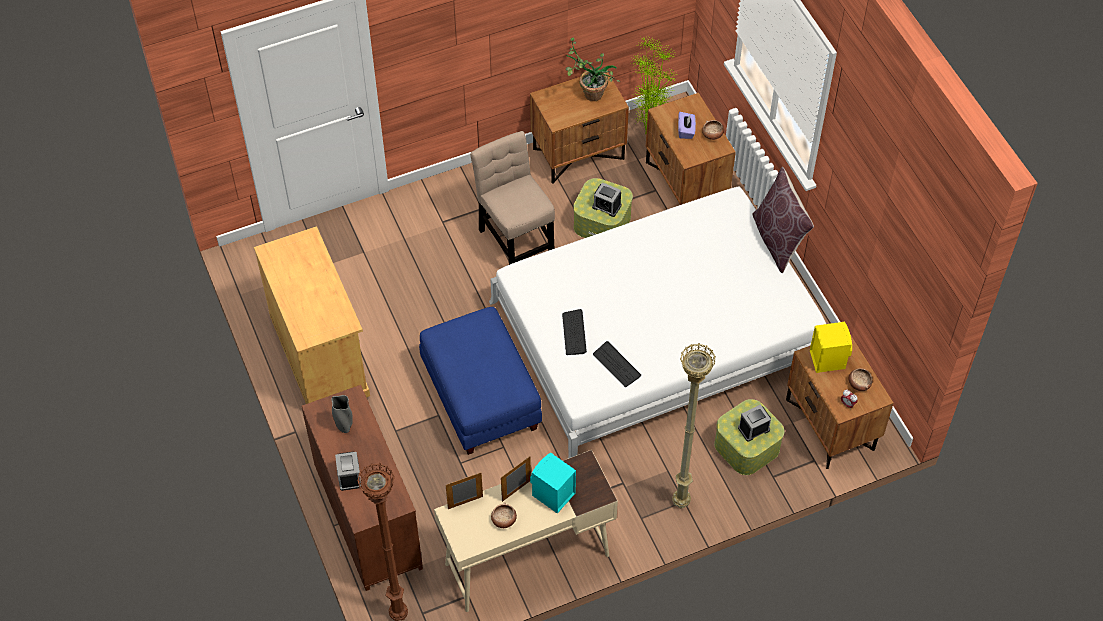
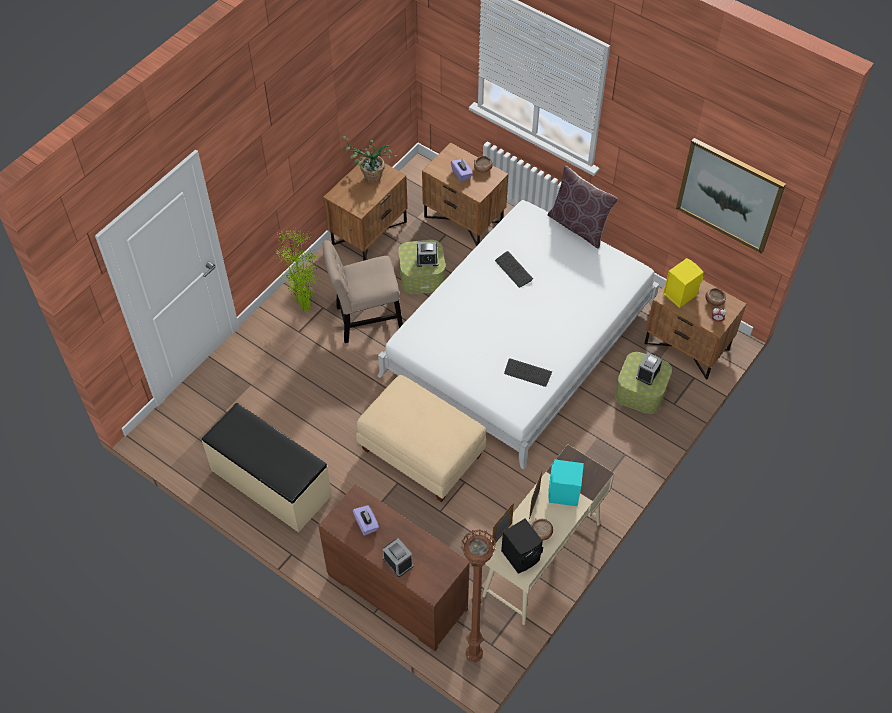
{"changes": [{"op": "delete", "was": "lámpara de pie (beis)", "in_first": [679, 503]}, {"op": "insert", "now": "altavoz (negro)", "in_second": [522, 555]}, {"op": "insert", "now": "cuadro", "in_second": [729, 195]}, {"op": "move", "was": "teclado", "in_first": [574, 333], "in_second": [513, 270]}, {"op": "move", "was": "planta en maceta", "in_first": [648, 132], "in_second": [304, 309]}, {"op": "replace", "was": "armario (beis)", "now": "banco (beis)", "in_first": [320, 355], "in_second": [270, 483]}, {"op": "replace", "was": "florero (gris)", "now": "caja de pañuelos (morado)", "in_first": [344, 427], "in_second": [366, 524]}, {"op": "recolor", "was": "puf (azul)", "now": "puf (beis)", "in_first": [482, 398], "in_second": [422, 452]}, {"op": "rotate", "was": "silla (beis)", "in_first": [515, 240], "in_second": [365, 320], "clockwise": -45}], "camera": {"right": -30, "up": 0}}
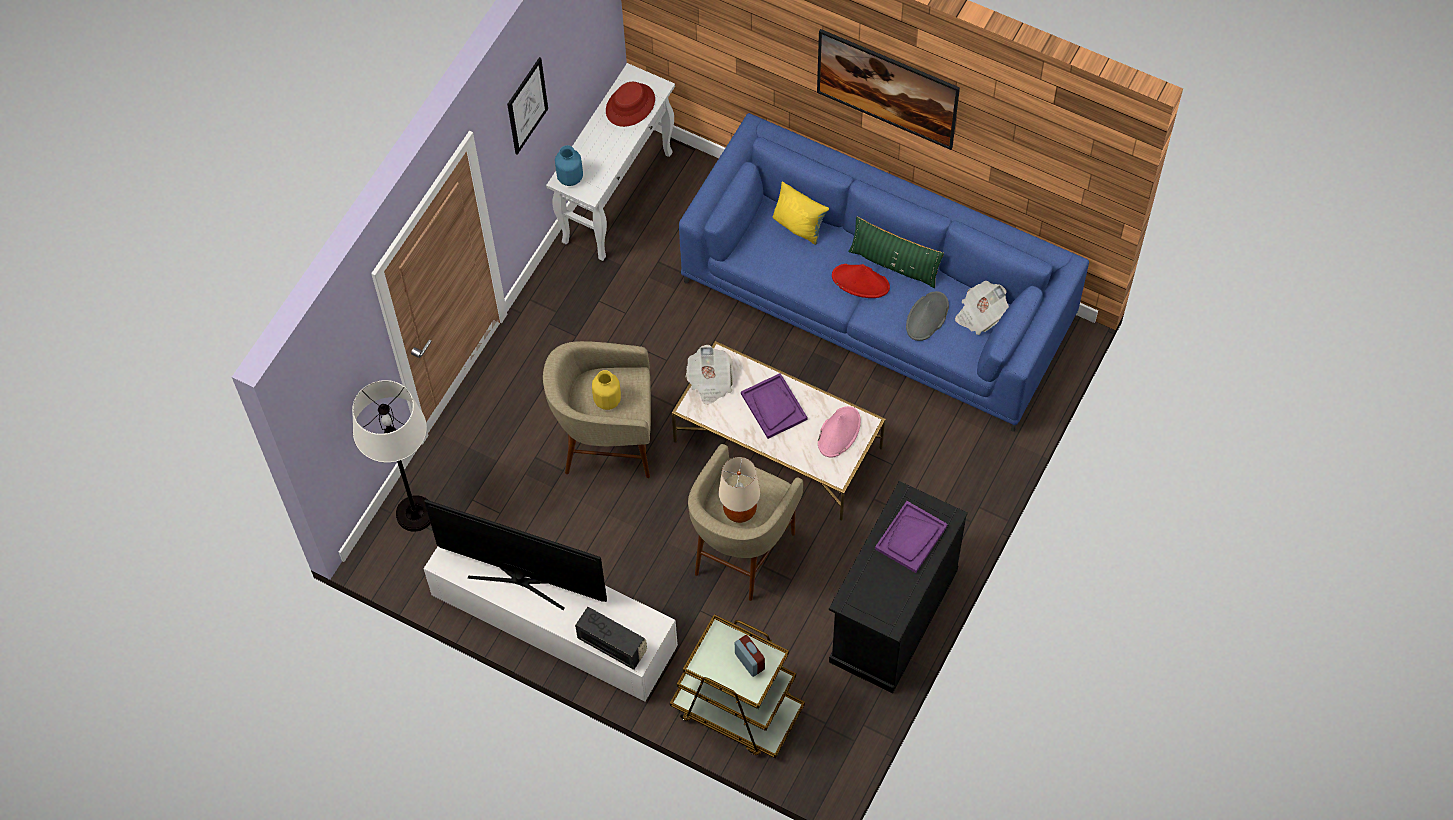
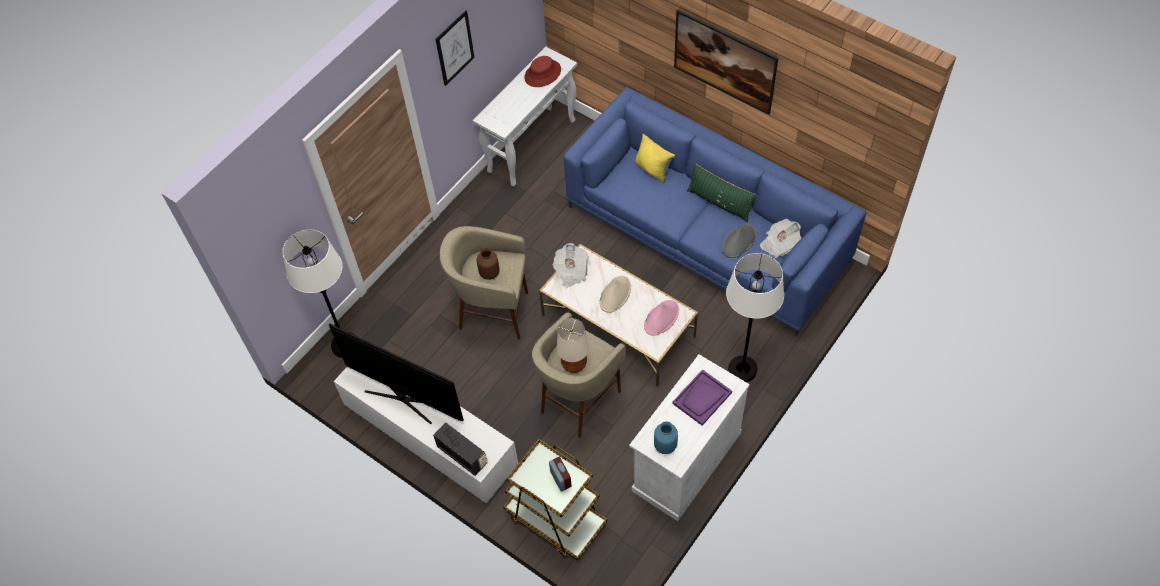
{"changes": [{"op": "delete", "was": "sombrero (rojo)", "in_first": [861, 282]}, {"op": "insert", "now": "lámpara de pie (blanco)", "in_second": [742, 369]}, {"op": "move", "was": "florero (azul)", "in_first": [569, 177], "in_second": [665, 445]}, {"op": "replace", "was": "bandeja (morado)", "now": "sombrero (beis)", "in_first": [773, 407], "in_second": [615, 294]}, {"op": "recolor", "was": "florero (amarillo)", "now": "florero (marrón)", "in_first": [608, 400], "in_second": [489, 273]}, {"op": "recolor", "was": "armario (negro)", "now": "armario (blanco)", "in_first": [893, 615], "in_second": [686, 462]}], "camera": {"right": 10, "up": -5}}
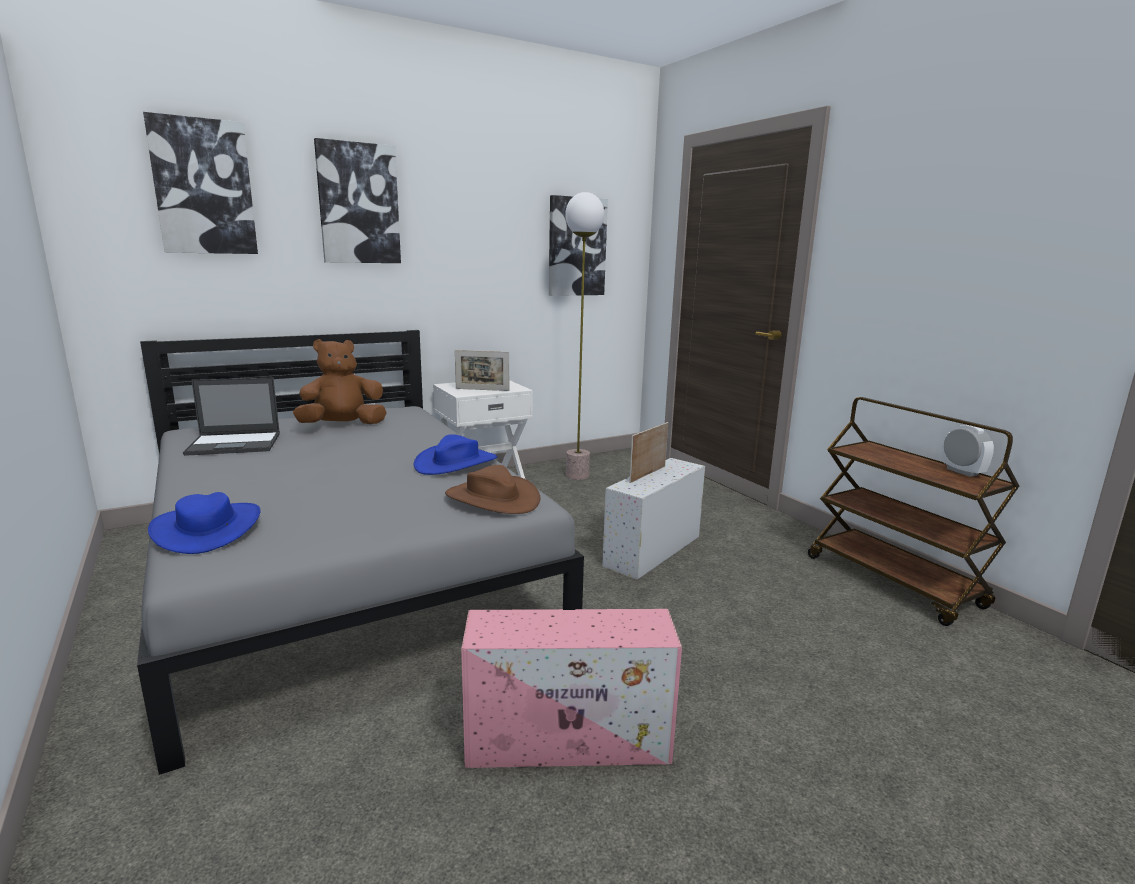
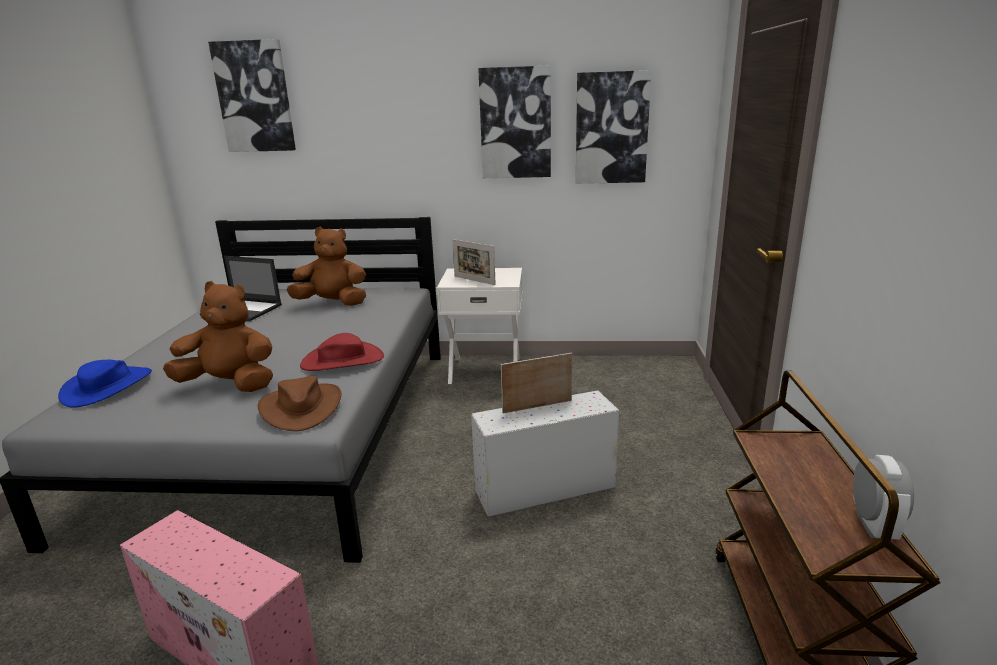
{"changes": [{"op": "delete", "was": "lámpara de pie", "in_first": [577, 476]}, {"op": "insert", "now": "peluche (marrón)", "in_second": [230, 385]}, {"op": "move", "was": "cuadro", "in_first": [358, 204], "in_second": [515, 123]}, {"op": "recolor", "was": "sombrero (azul)", "now": "sombrero (rojo)", "in_first": [456, 463], "in_second": [342, 360]}], "camera": {"right": 35, "up": 5}}
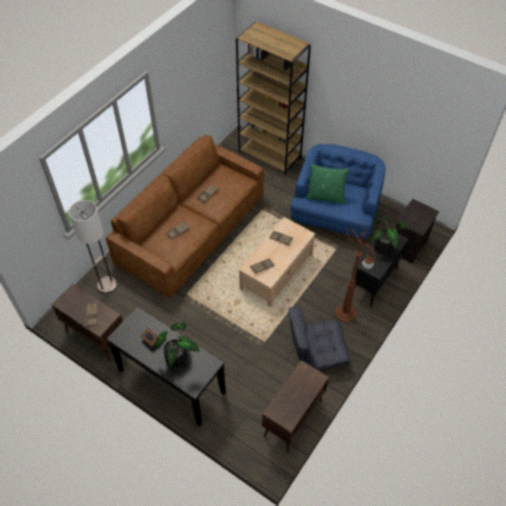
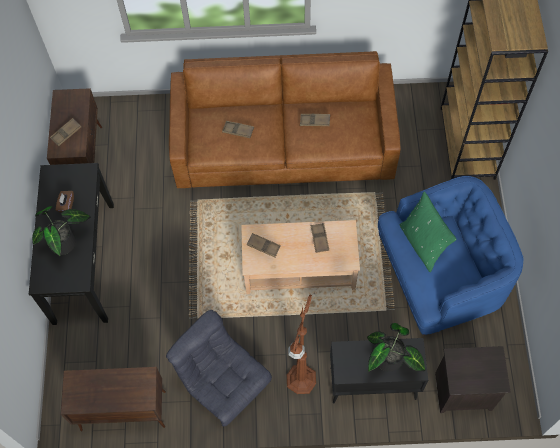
{"changes": [{"op": "delete", "was": "lámpara de pie", "in_first": [107, 285]}], "camera": {"right": 55, "up": 10}}
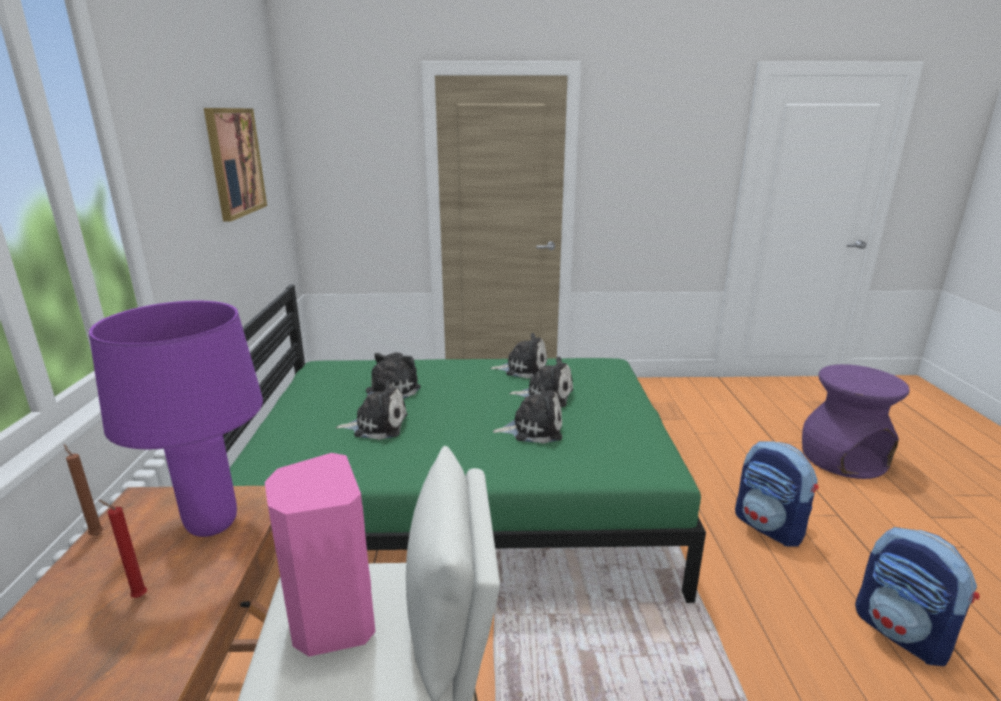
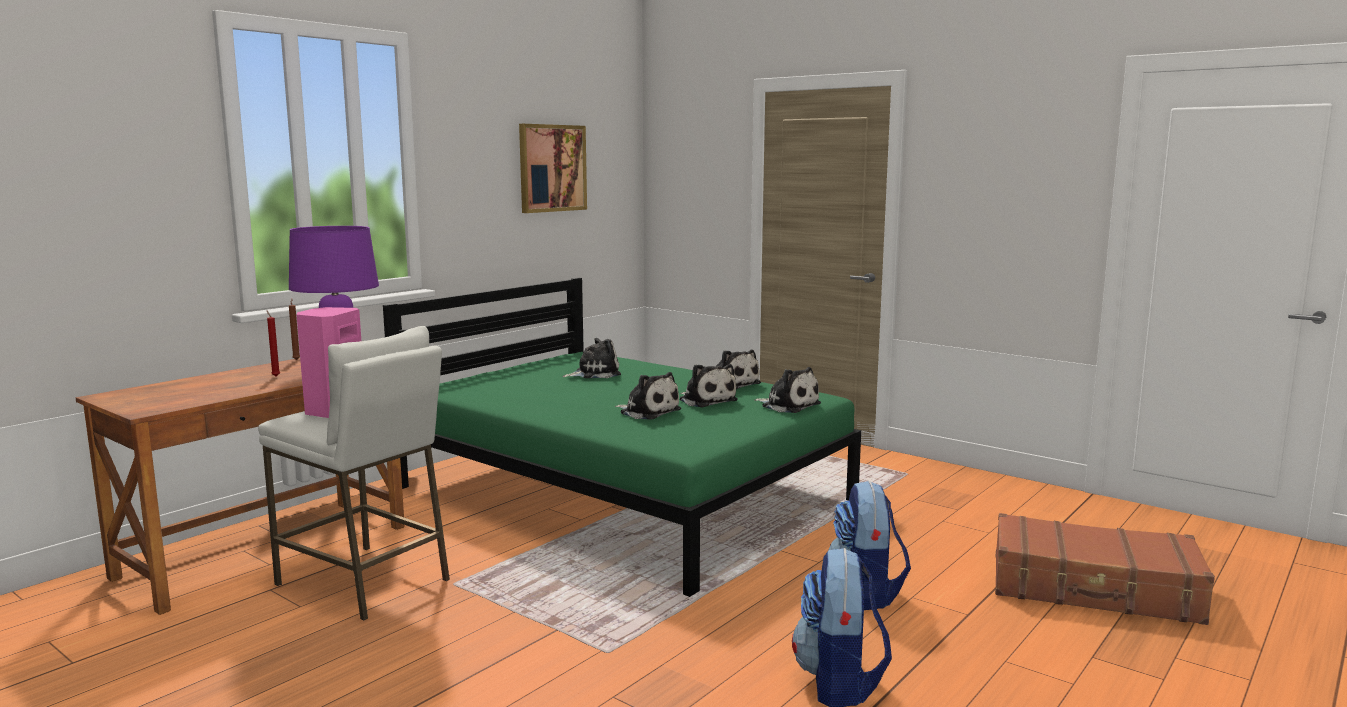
{"changes": [{"op": "move", "was": "peluche", "in_first": [377, 425], "in_second": [788, 405]}, {"op": "replace", "was": "taburete (morado)", "now": "maleta (marrón)", "in_first": [842, 458], "in_second": [1094, 589]}], "camera": {"right": 40, "up": -10}}
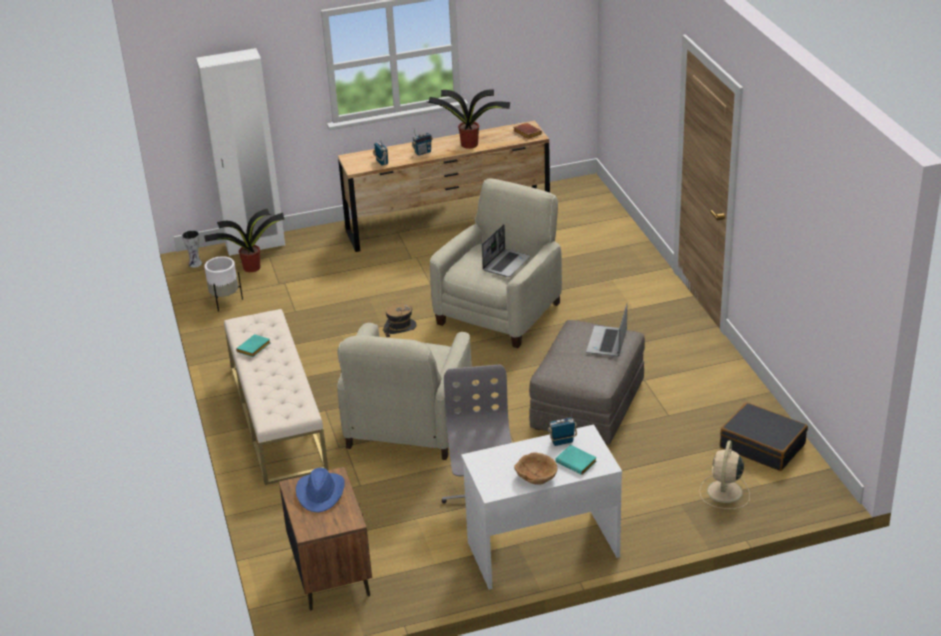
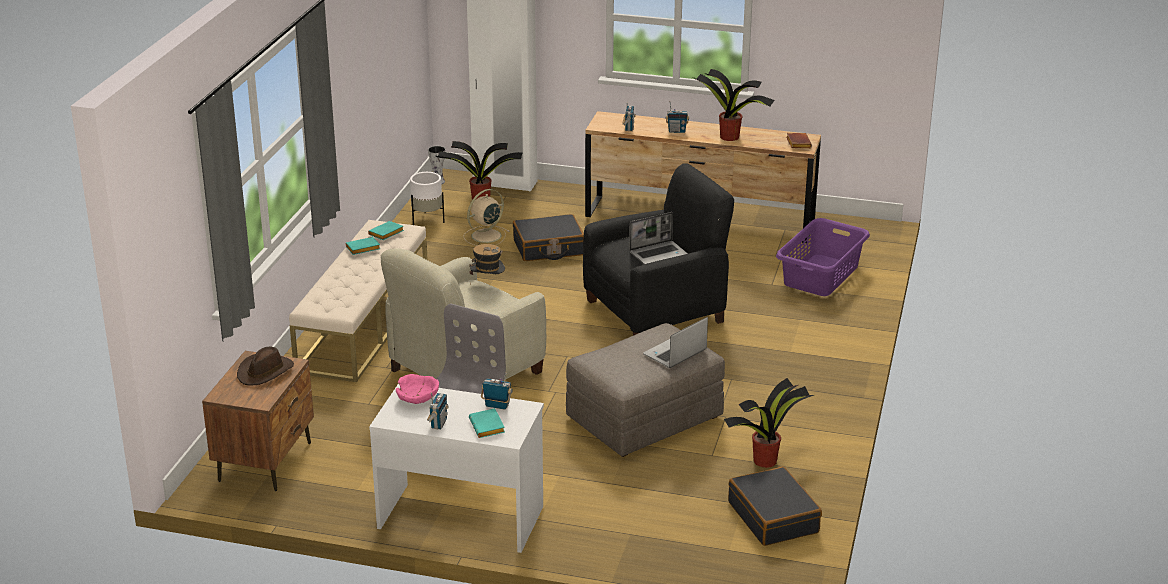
{"changes": [{"op": "insert", "now": "libro (turquesa)", "in_second": [386, 234]}, {"op": "insert", "now": "cuenco (rosa)", "in_second": [418, 397]}, {"op": "insert", "now": "maleta (negro)", "in_second": [548, 248]}, {"op": "insert", "now": "planta en maceta", "in_second": [766, 460]}, {"op": "insert", "now": "cesto de la ropa (morado)", "in_second": [821, 275]}, {"op": "move", "was": "ventilador (beis)", "in_first": [724, 492], "in_second": [485, 236]}, {"op": "replace", "was": "cuenco (marrón)", "now": "radio", "in_first": [536, 476], "in_second": [438, 423]}, {"op": "recolor", "was": "sombrero (azul)", "now": "sombrero (marrón)", "in_first": [321, 493], "in_second": [265, 371]}, {"op": "recolor", "was": "sillón (beis)", "now": "sillón (negro)", "in_first": [500, 312], "in_second": [656, 311]}], "camera": {"right": 30, "up": -5}}
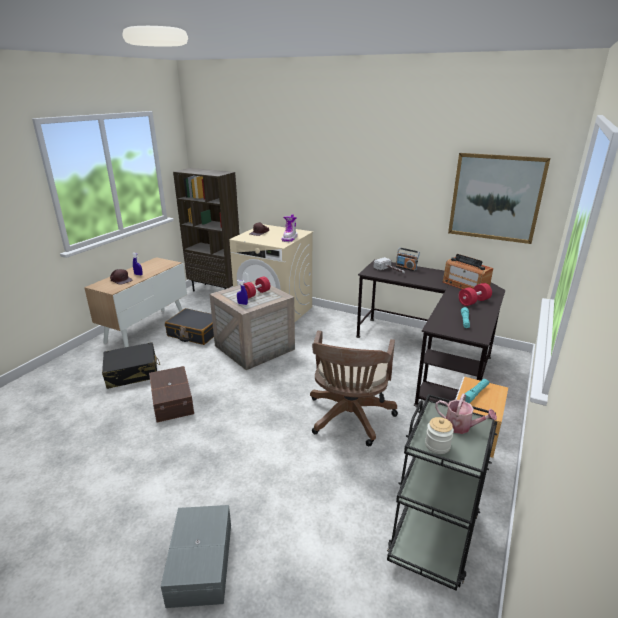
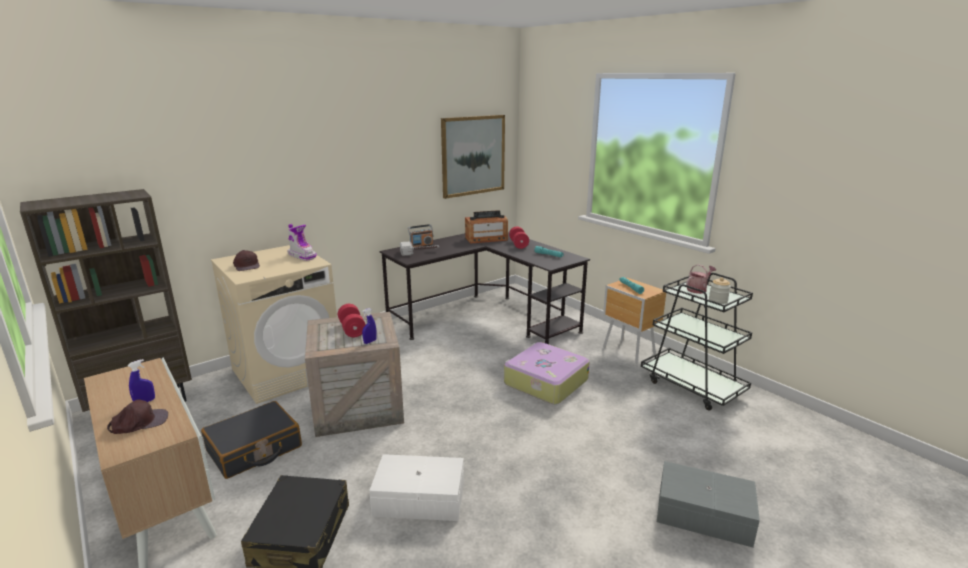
{"changes": [{"op": "replace", "was": "silla de oficina (marrón)", "now": "maleta", "in_first": [349, 419], "in_second": [545, 382]}, {"op": "recolor", "was": "caja de almacenaje (marrón)", "now": "caja de almacenaje (blanco)", "in_first": [173, 400], "in_second": [419, 497]}], "camera": {"right": -65, "up": -5}}
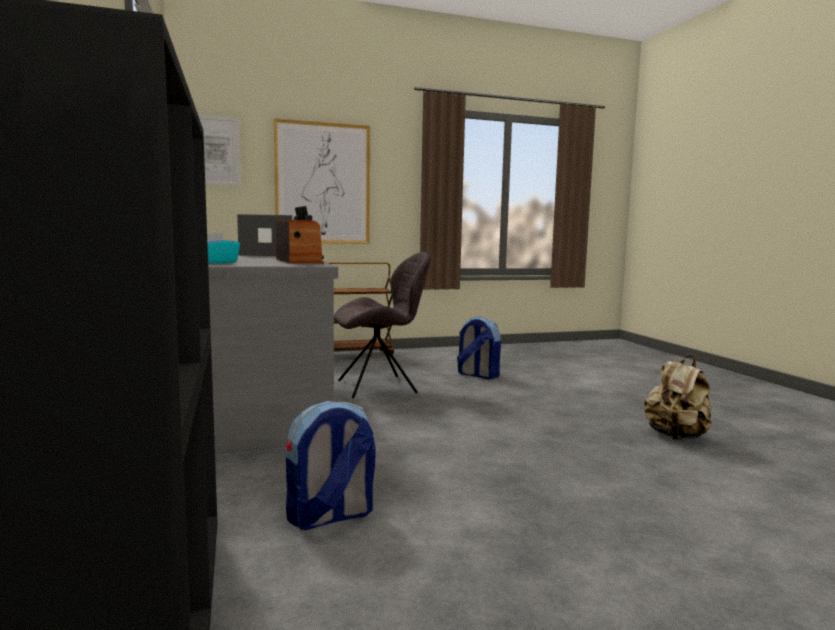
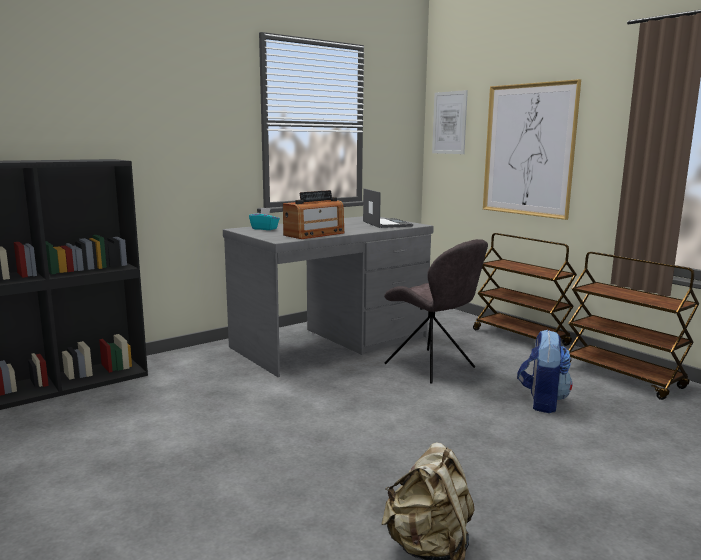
{"changes": [{"op": "delete", "was": "mochila", "in_first": [330, 516]}, {"op": "insert", "now": "carrito (marrón)", "in_second": [622, 377]}], "camera": {"right": 70, "up": 5}}
